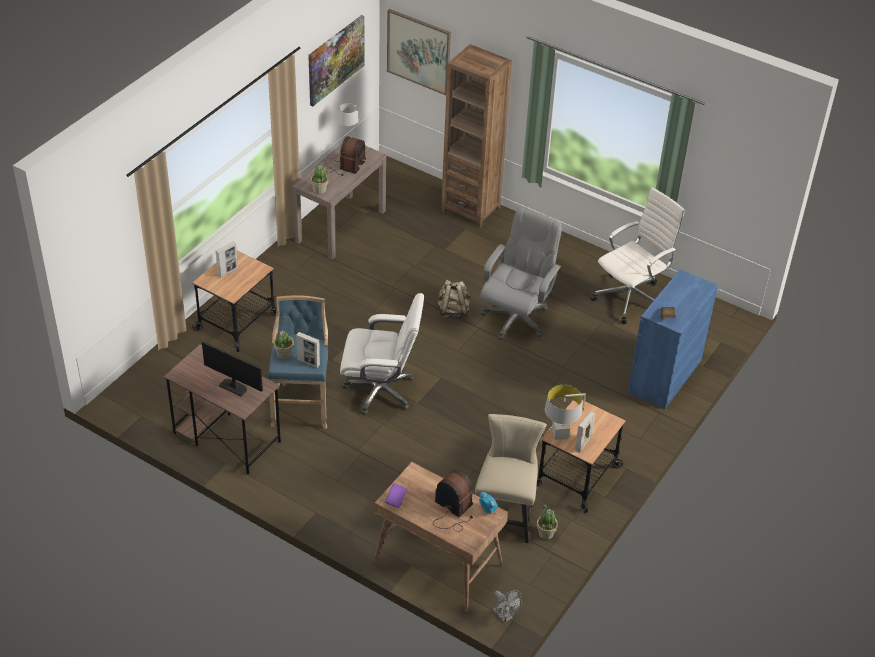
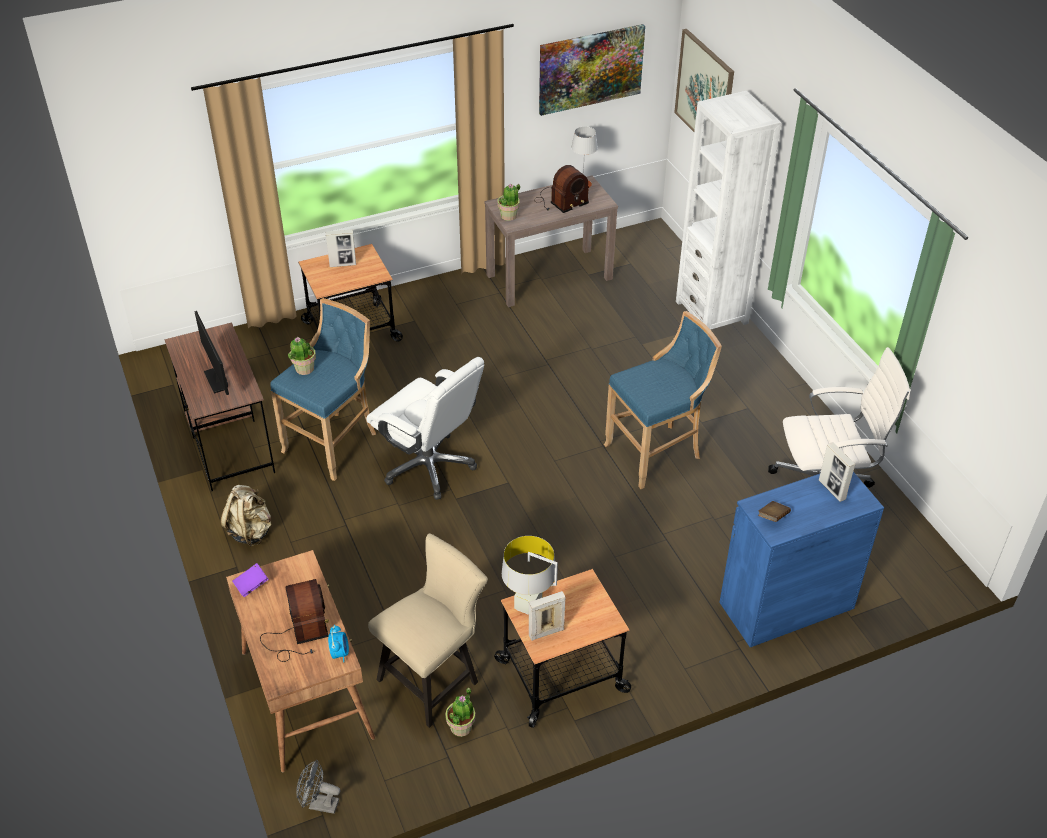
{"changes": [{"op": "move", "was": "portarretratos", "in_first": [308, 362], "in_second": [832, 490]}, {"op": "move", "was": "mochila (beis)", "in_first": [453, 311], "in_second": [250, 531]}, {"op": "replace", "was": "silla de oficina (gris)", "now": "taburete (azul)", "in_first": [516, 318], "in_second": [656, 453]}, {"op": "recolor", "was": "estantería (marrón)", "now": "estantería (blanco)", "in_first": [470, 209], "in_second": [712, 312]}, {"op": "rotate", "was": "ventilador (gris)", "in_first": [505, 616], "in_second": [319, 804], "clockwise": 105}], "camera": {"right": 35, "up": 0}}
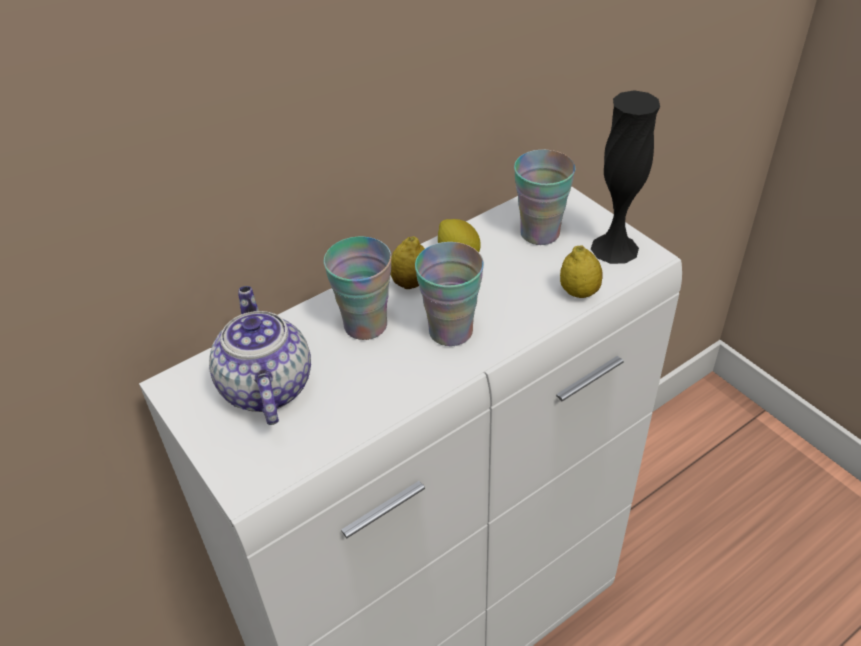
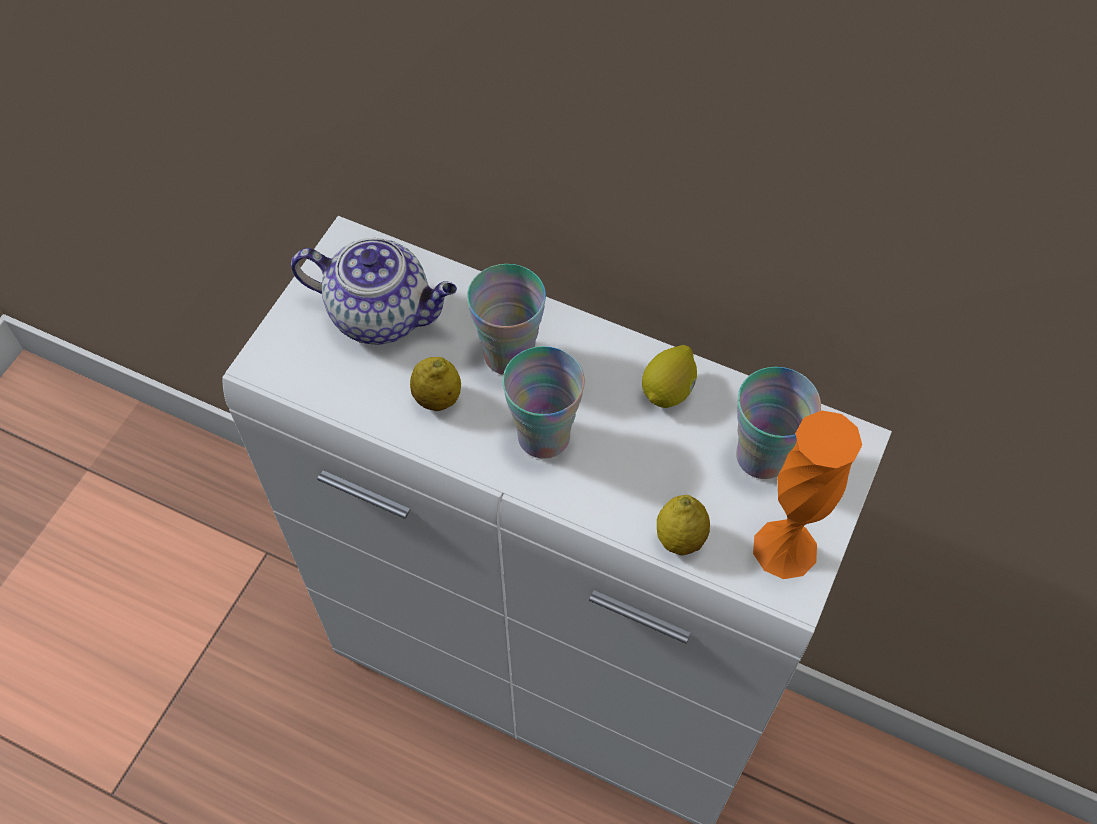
{"changes": [{"op": "move", "was": "limón", "in_first": [411, 283], "in_second": [437, 399]}, {"op": "recolor", "was": "florero (negro)", "now": "florero (naranja)", "in_first": [614, 248], "in_second": [785, 548]}, {"op": "rotate", "was": "tetera", "in_first": [265, 386], "in_second": [383, 314], "clockwise": 60}], "camera": {"right": 60, "up": 15}}
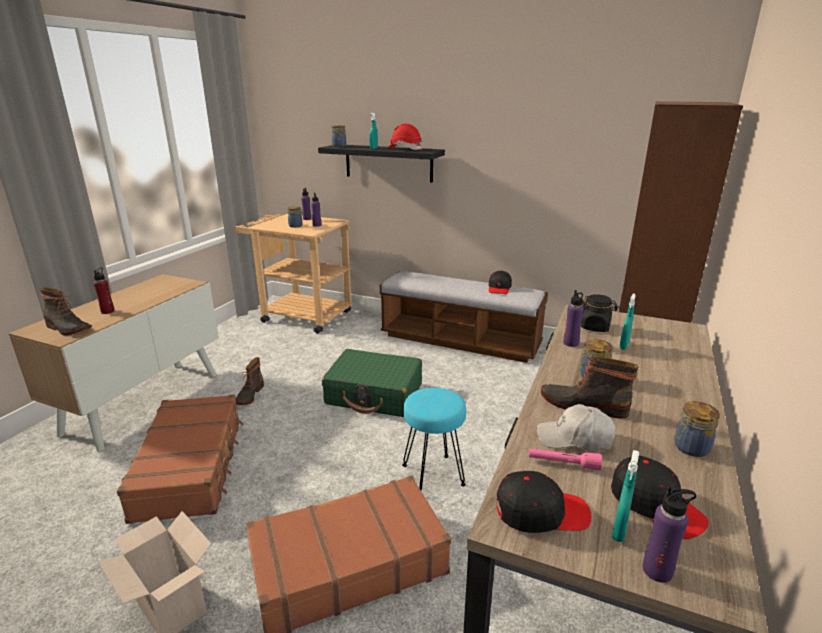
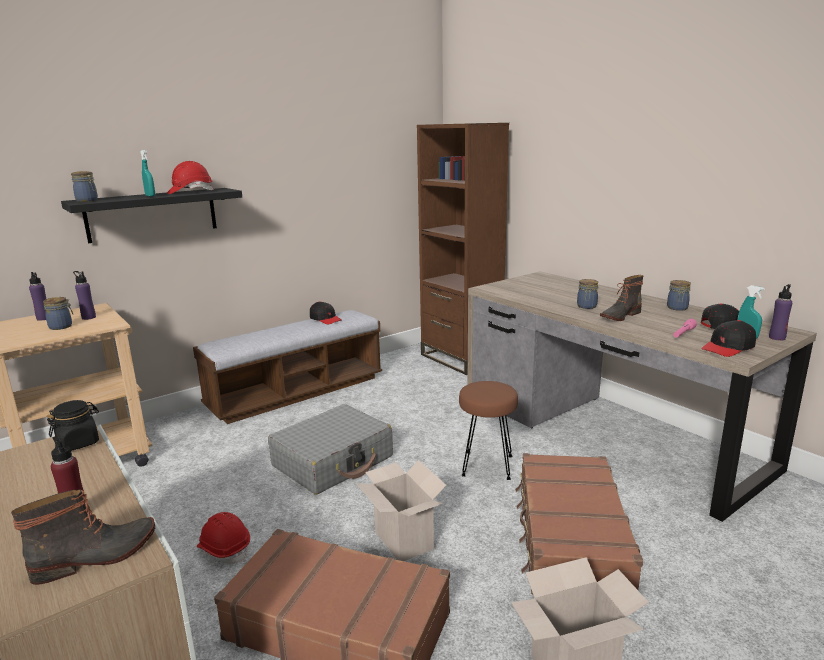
{"changes": [{"op": "delete", "was": "gorra (blanco)", "in_first": [575, 438]}, {"op": "delete", "was": "botella (morado)", "in_first": [570, 343]}, {"op": "delete", "was": "pulverizador (turquesa)", "in_first": [623, 346]}, {"op": "insert", "now": "caja de cartón", "in_second": [401, 540]}, {"op": "move", "was": "tarro (negro)", "in_first": [595, 327], "in_second": [78, 443]}, {"op": "replace", "was": "bota", "now": "casco (rojo)", "in_first": [249, 395], "in_second": [224, 549]}, {"op": "recolor", "was": "maleta (verde)", "now": "maleta (gris)", "in_first": [374, 394], "in_second": [333, 461]}, {"op": "recolor", "was": "taburete (turquesa)", "now": "taburete (marrón)", "in_first": [433, 474], "in_second": [486, 465]}, {"op": "rotate", "was": "gorra (negro)", "in_first": [541, 512], "in_second": [728, 347], "clockwise": -150}], "camera": {"right": -60, "up": -5}}
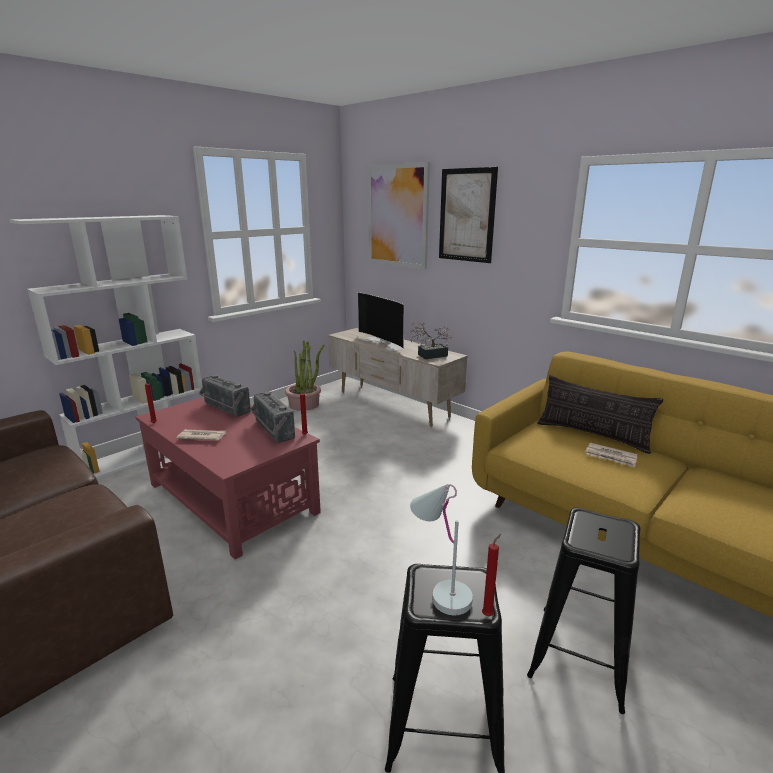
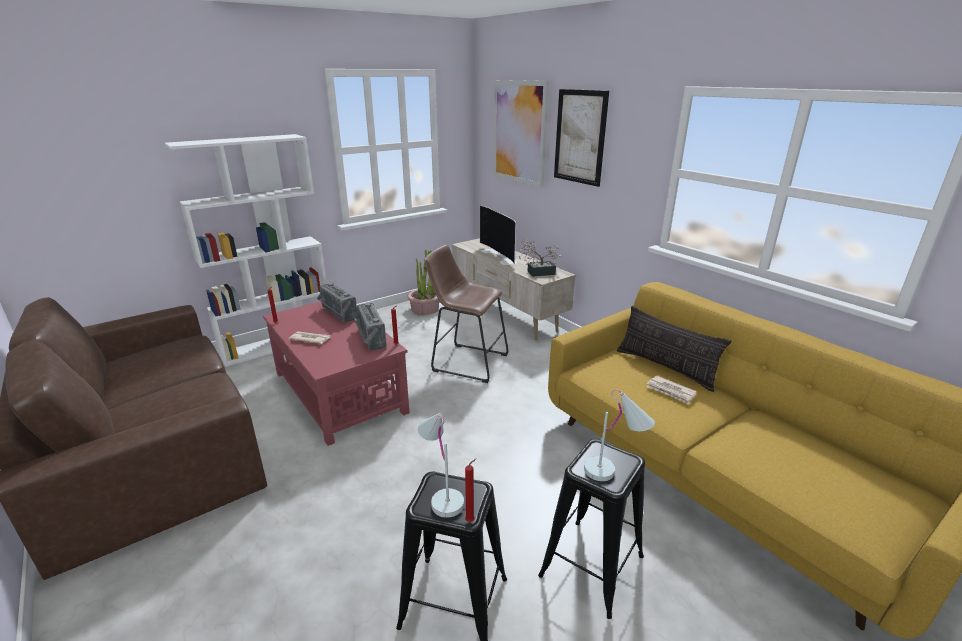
{"changes": [{"op": "insert", "now": "taburete (marrón)", "in_second": [466, 361]}, {"op": "insert", "now": "lámpara de mesa (blanco)", "in_second": [613, 473]}], "camera": {"right": 10, "up": 5}}
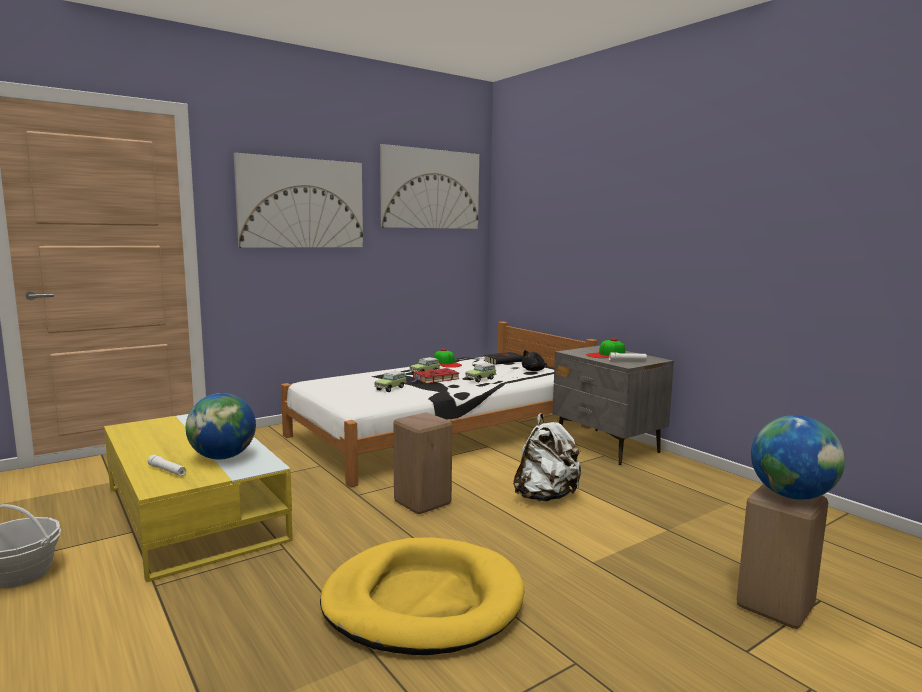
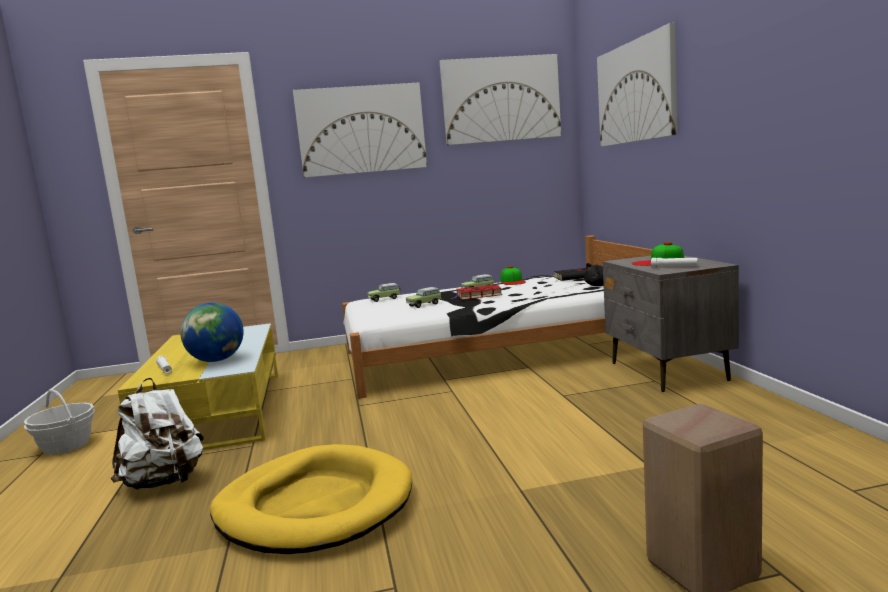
{"changes": [{"op": "delete", "was": "taburete (beis)", "in_first": [422, 502]}, {"op": "delete", "was": "globo terráqueo", "in_first": [791, 495]}, {"op": "insert", "now": "cuadro", "in_second": [635, 92]}, {"op": "move", "was": "coche de juguete", "in_first": [481, 379], "in_second": [385, 299]}, {"op": "move", "was": "mochila (blanco)", "in_first": [546, 496], "in_second": [165, 482]}], "camera": {"right": 25, "up": 0}}
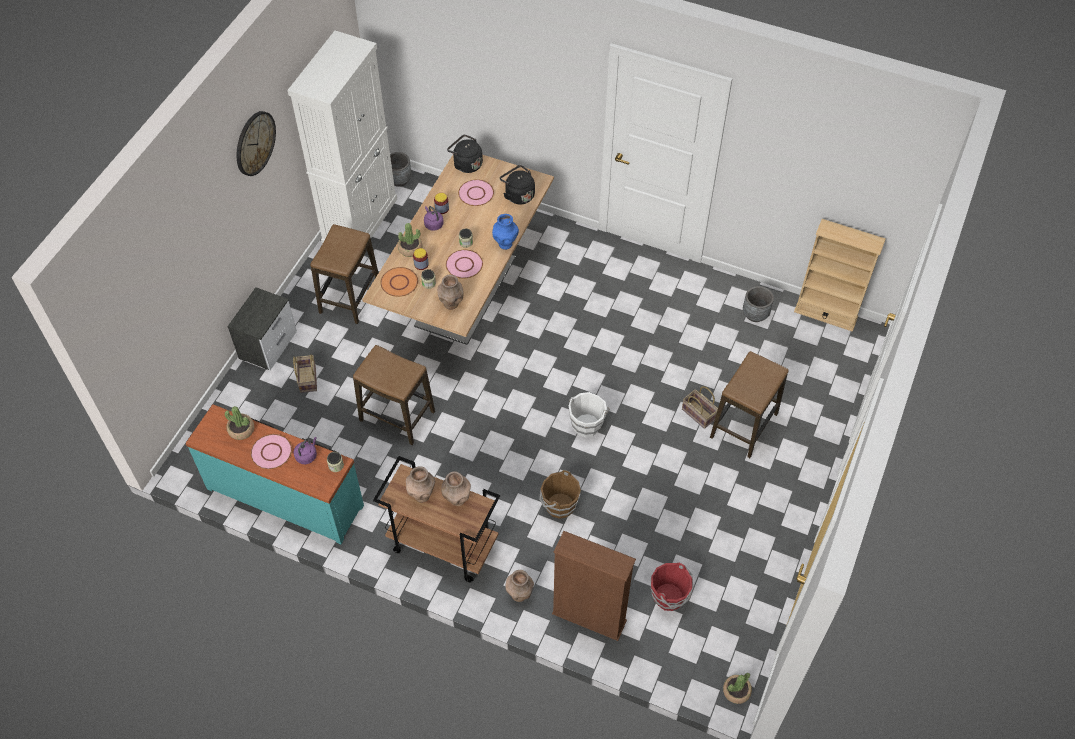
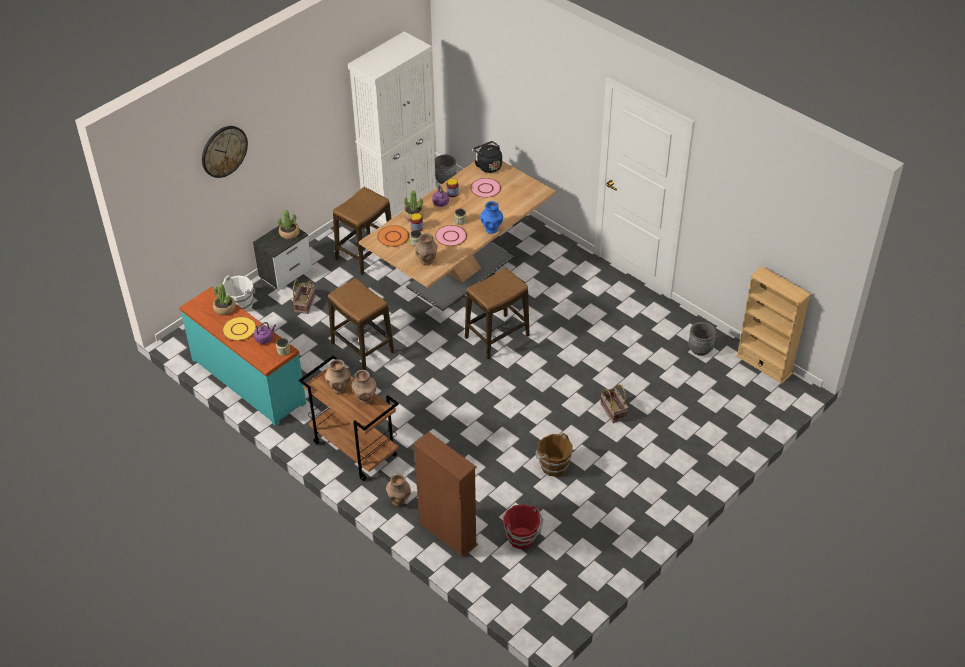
{"changes": [{"op": "delete", "was": "hervidor (negro)", "in_first": [518, 195]}, {"op": "move", "was": "reloj de pared", "in_first": [254, 143], "in_second": [224, 151]}, {"op": "move", "was": "cubo (marrón)", "in_first": [559, 505], "in_second": [553, 465]}, {"op": "move", "was": "cubo (blanco)", "in_first": [586, 424], "in_second": [241, 304]}, {"op": "move", "was": "taburete", "in_first": [744, 426], "in_second": [497, 337]}, {"op": "move", "was": "planta en maceta", "in_first": [736, 691], "in_second": [289, 233]}, {"op": "recolor", "was": "plato (rosa)", "now": "plato (amarillo)", "in_first": [271, 452], "in_second": [239, 329]}], "camera": {"right": 20, "up": -10}}
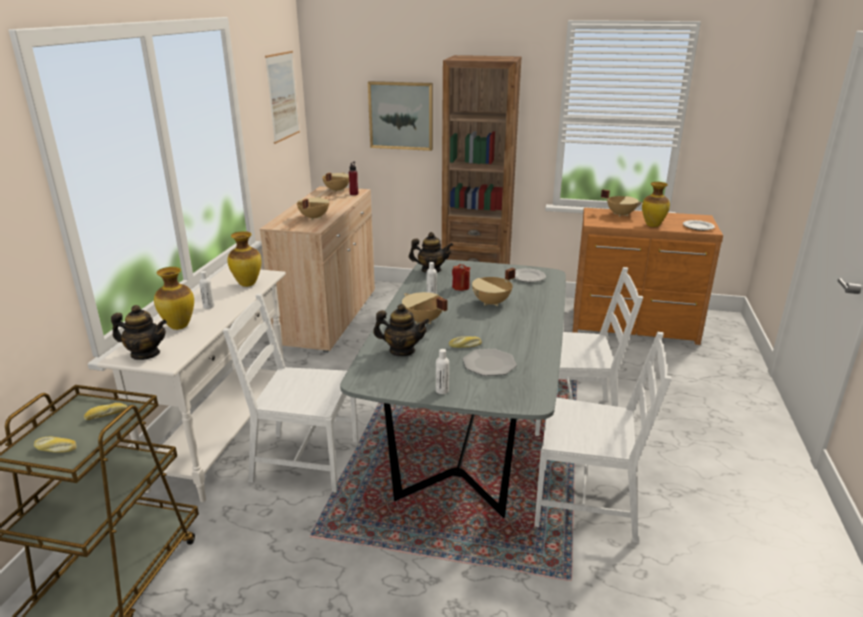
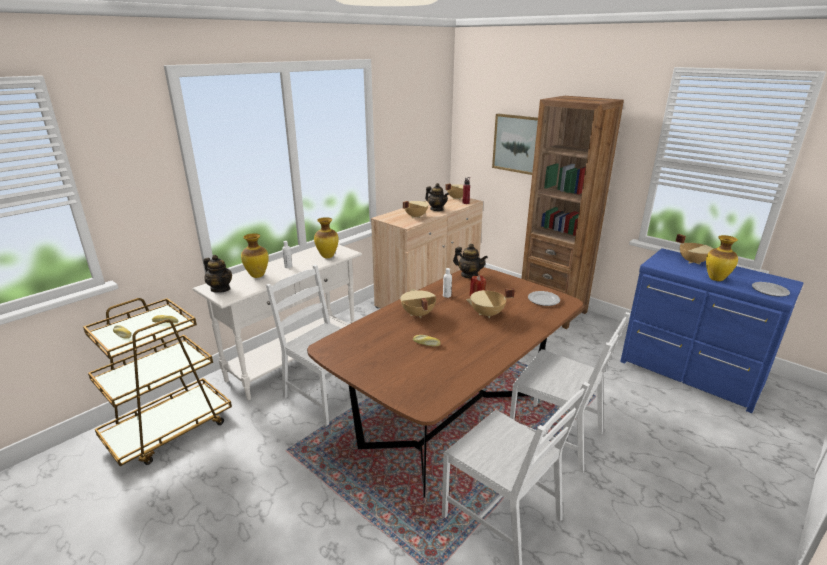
{"changes": [{"op": "delete", "was": "cuadro", "in_first": [282, 96]}, {"op": "delete", "was": "botella (blanco)", "in_first": [442, 390]}, {"op": "delete", "was": "plato", "in_first": [489, 364]}, {"op": "move", "was": "tetera", "in_first": [402, 351], "in_second": [436, 209]}, {"op": "recolor", "was": "mesa de comedor (gris)", "now": "mesa de comedor (marrón)", "in_first": [467, 437], "in_second": [451, 421]}, {"op": "recolor", "was": "cómoda (marrón)", "now": "cómoda (azul)", "in_first": [634, 327], "in_second": [690, 374]}], "camera": {"right": 30, "up": 0}}
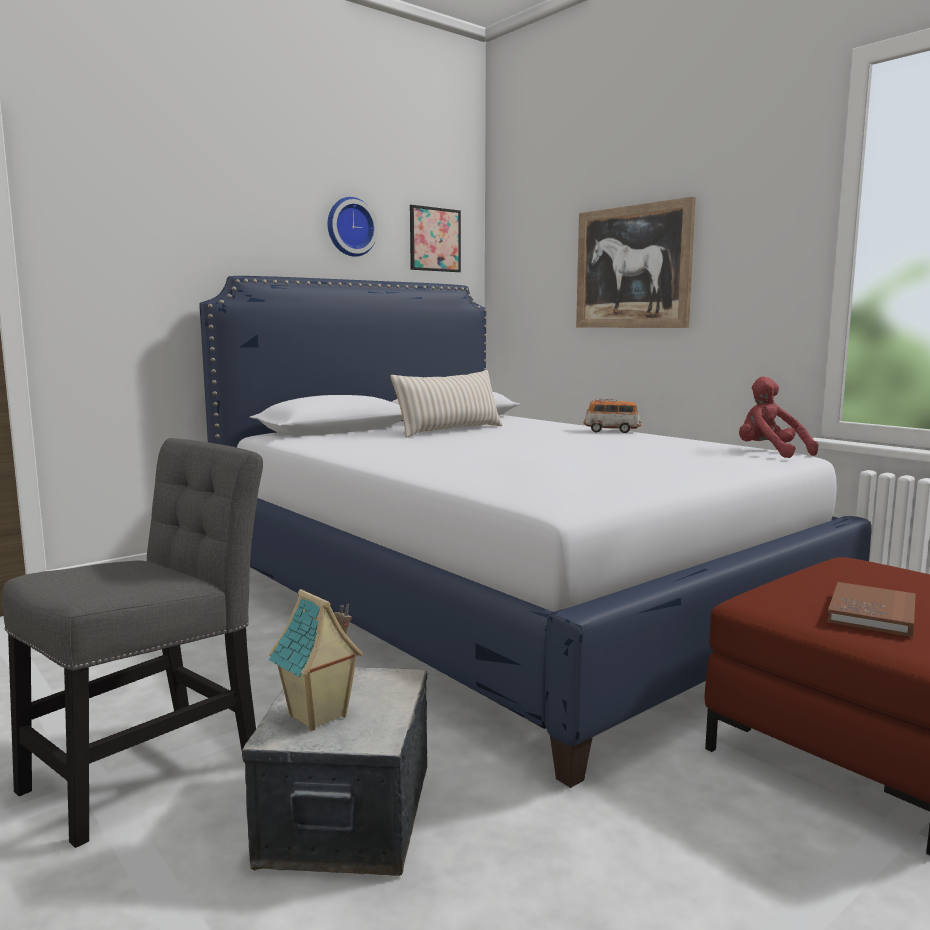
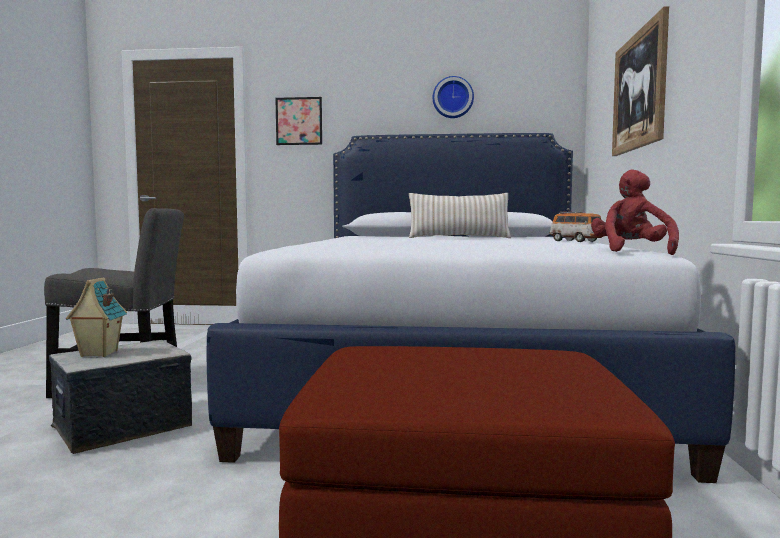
{"changes": [{"op": "delete", "was": "libro (marrón)", "in_first": [871, 613]}, {"op": "move", "was": "cuadro", "in_first": [435, 239], "in_second": [299, 121]}], "camera": {"right": 45, "up": -5}}
